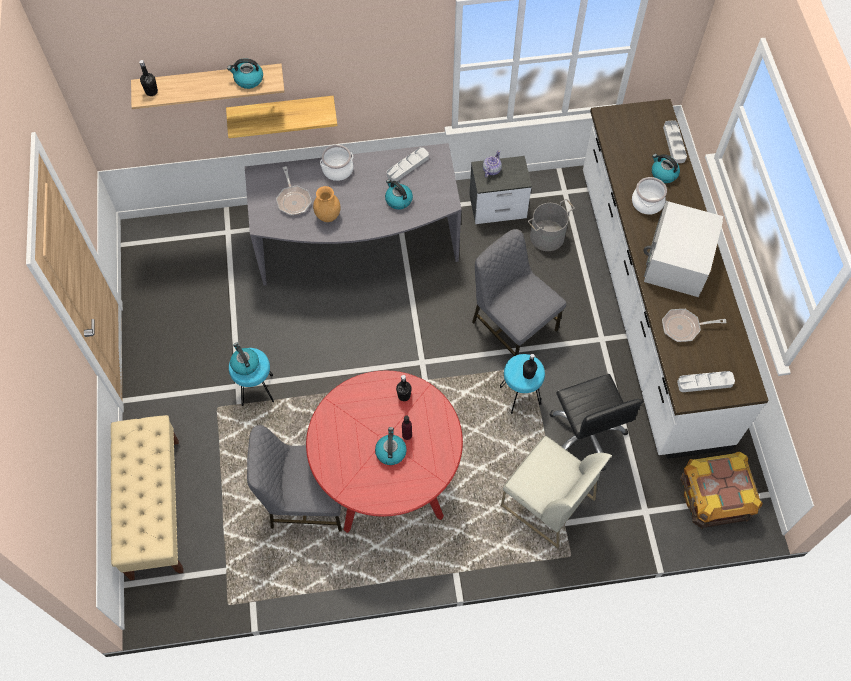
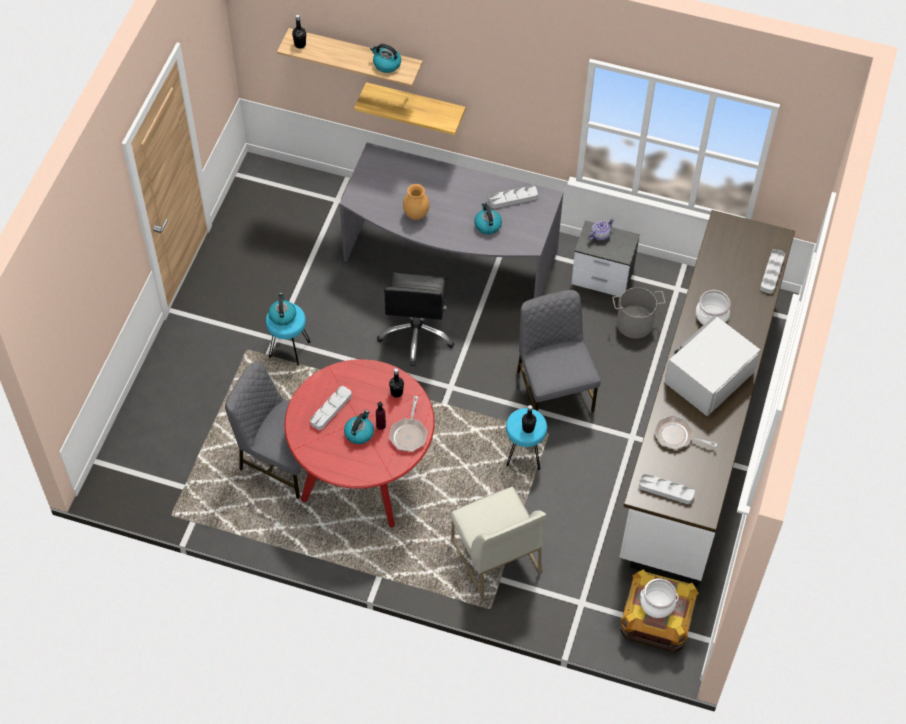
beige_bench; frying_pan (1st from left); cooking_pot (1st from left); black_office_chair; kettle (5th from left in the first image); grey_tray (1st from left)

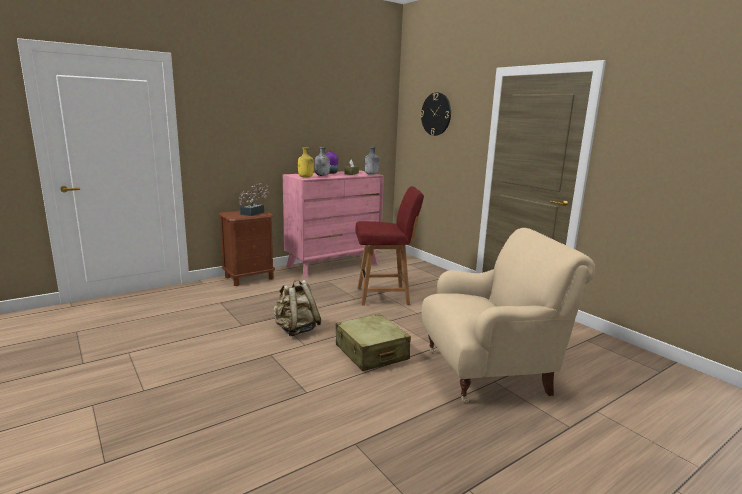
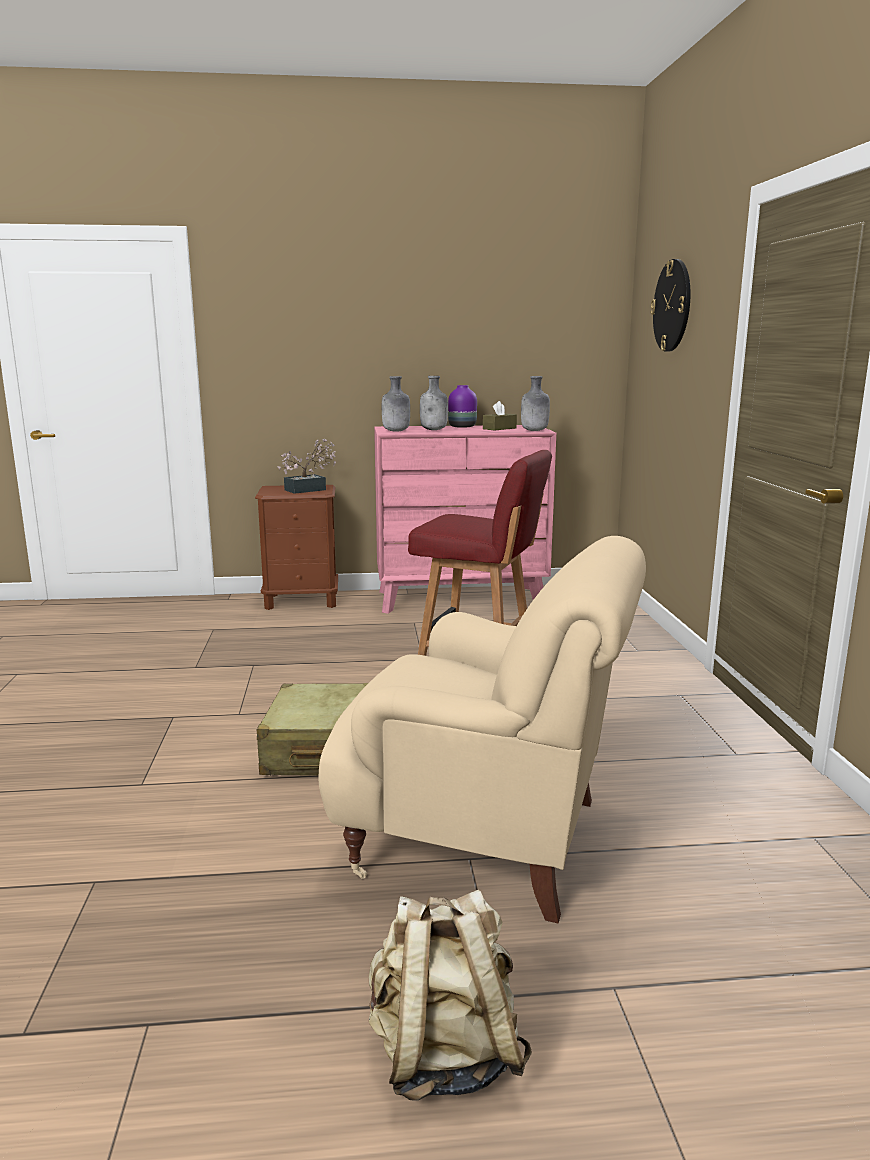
beige_backpack; grey_bottle (1st from left)

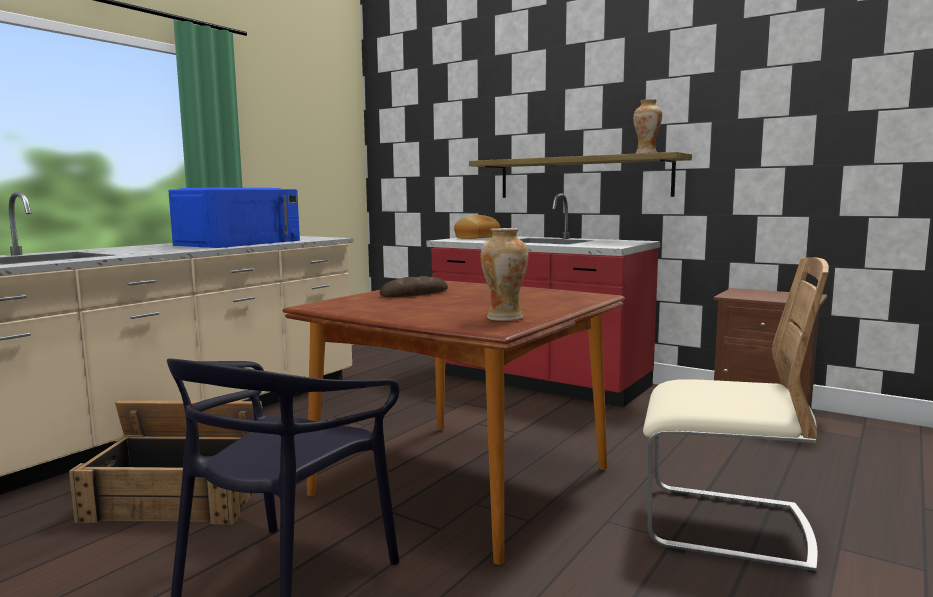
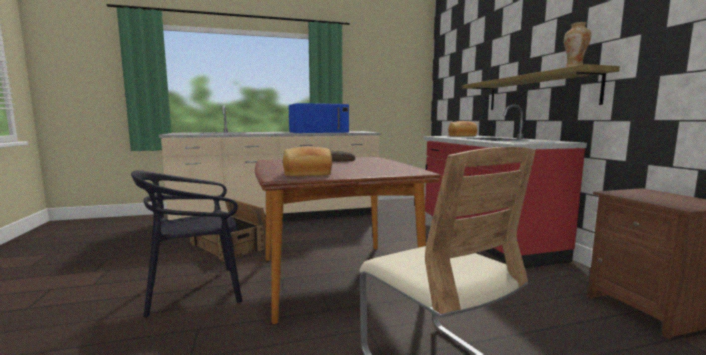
bread (1st from left)

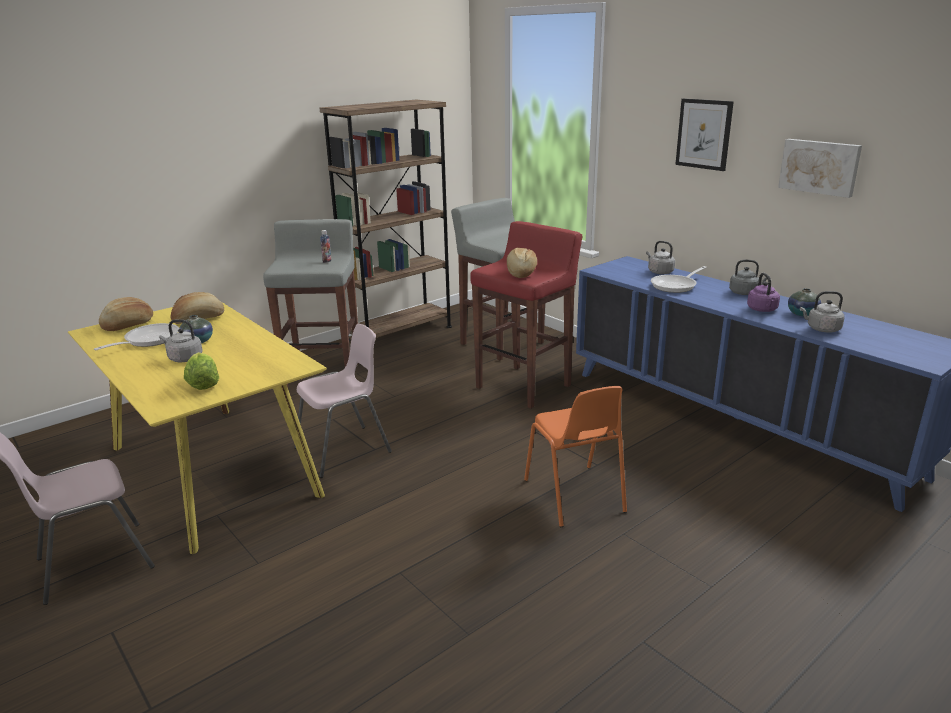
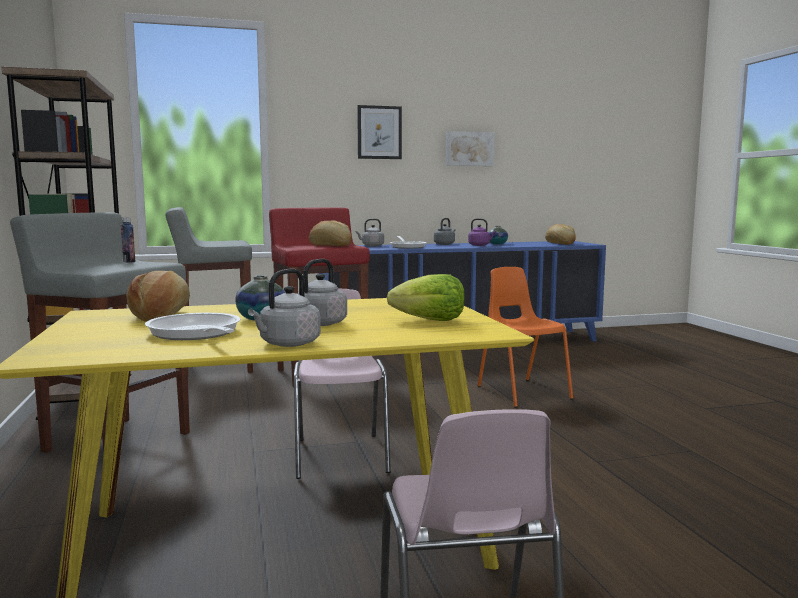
bread (3rd from left); orange_chair; grey_kettle (1st from left)

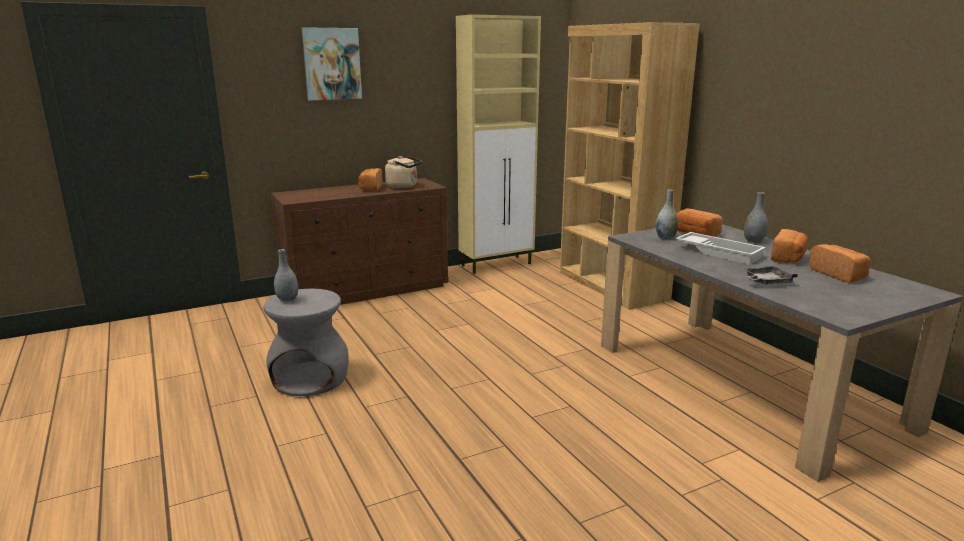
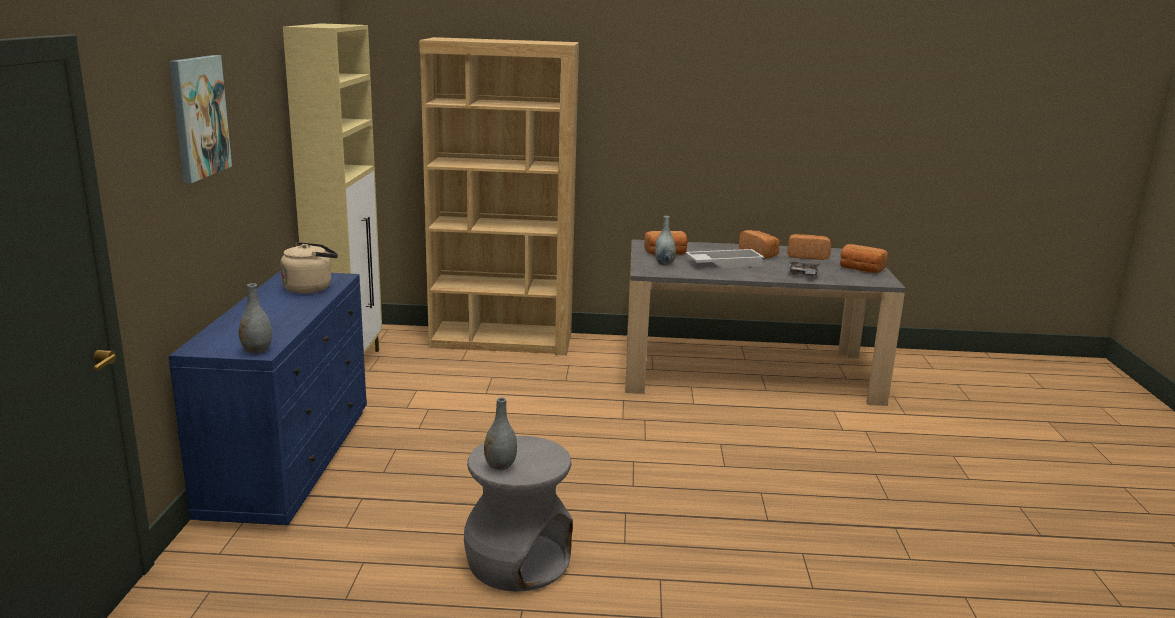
blue_dresser; bread (4th from left); grey_vase (1st from left)

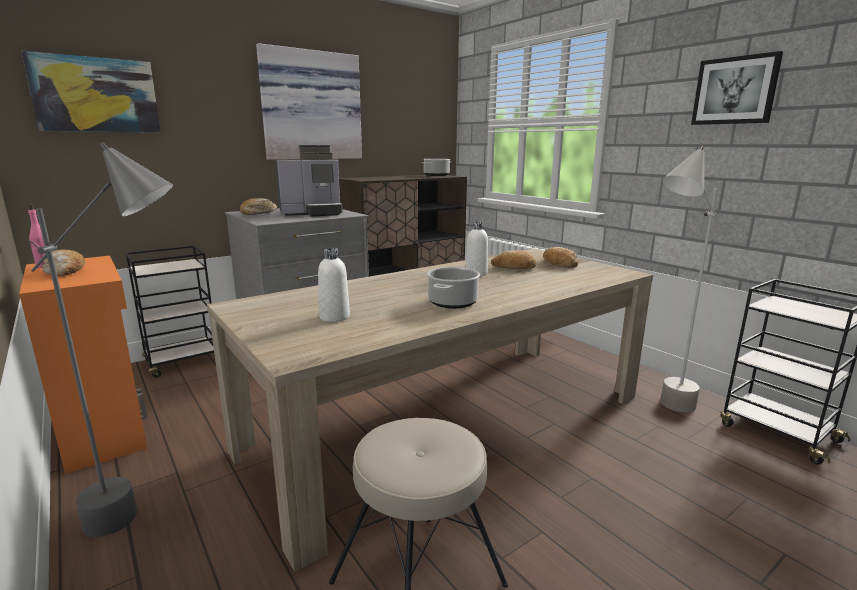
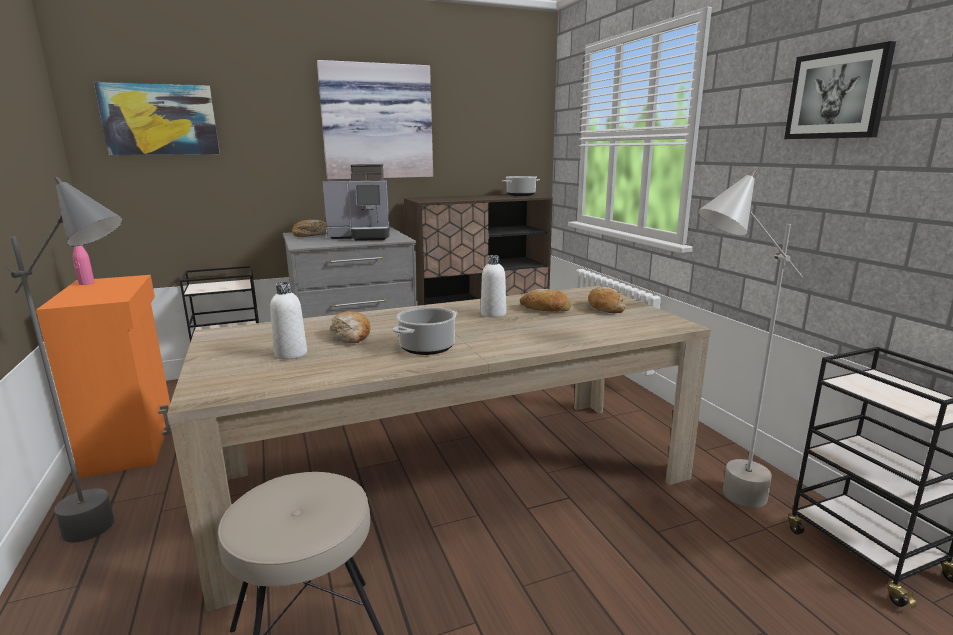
bread (2nd from left)

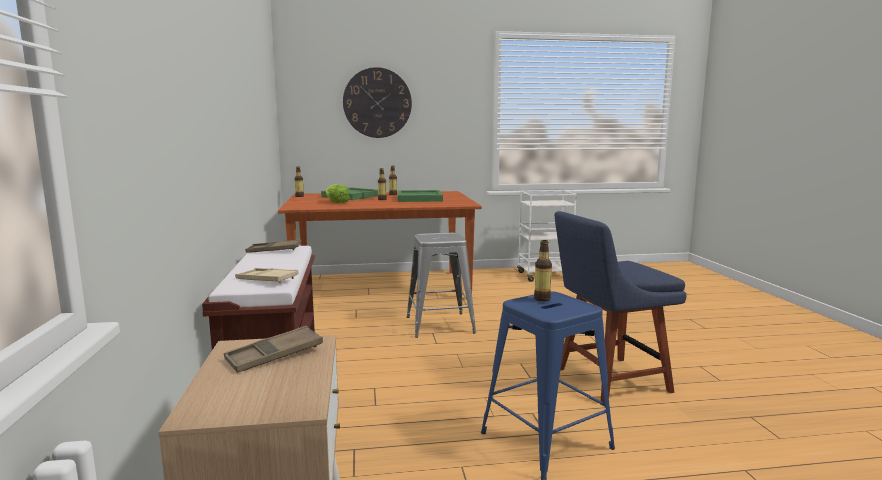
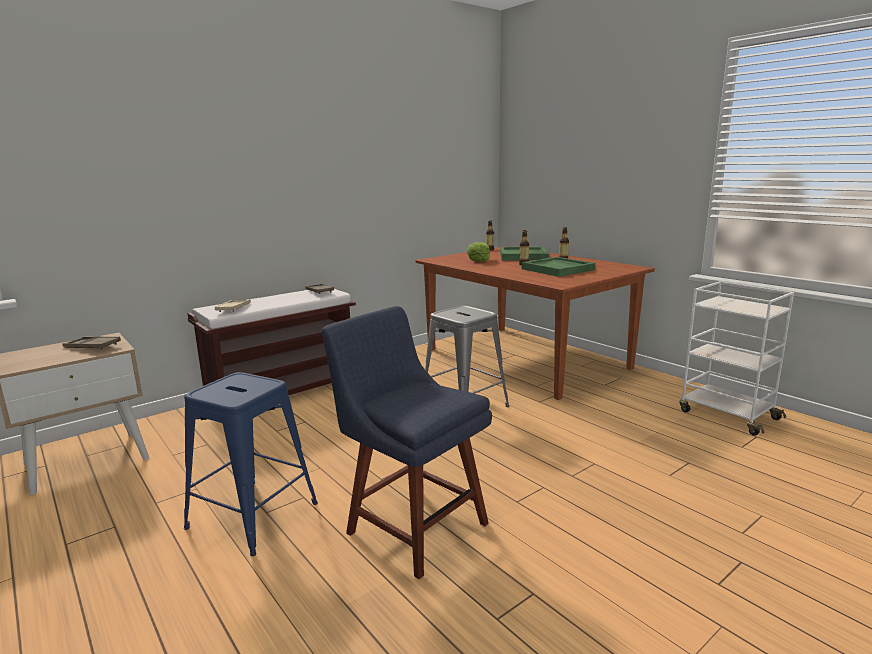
wall_clock; bottle (4th from left in the first image)

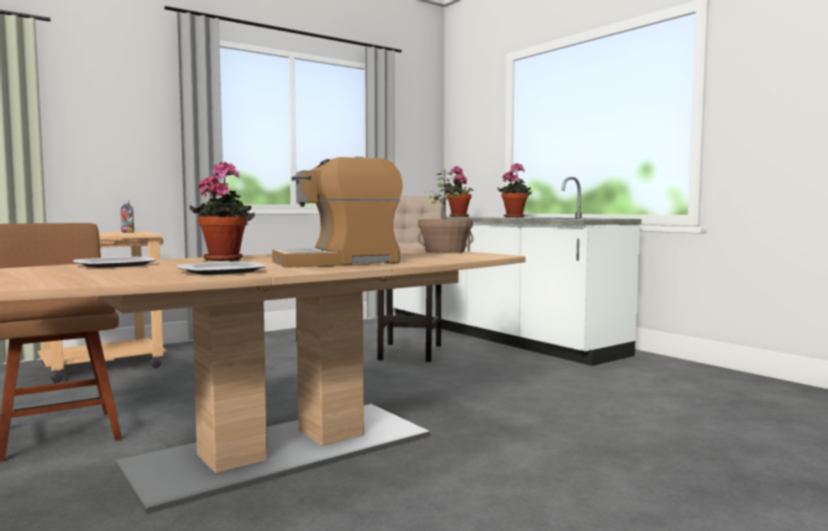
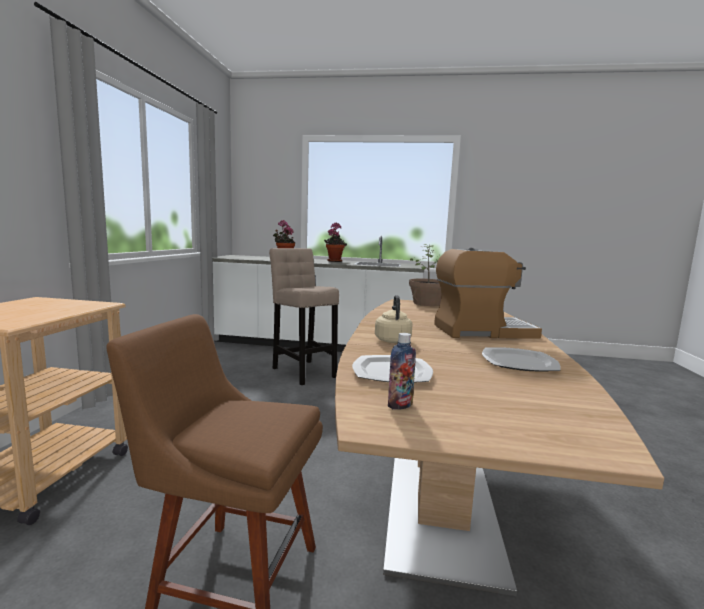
bottle; beige_kettle; coffee_machine

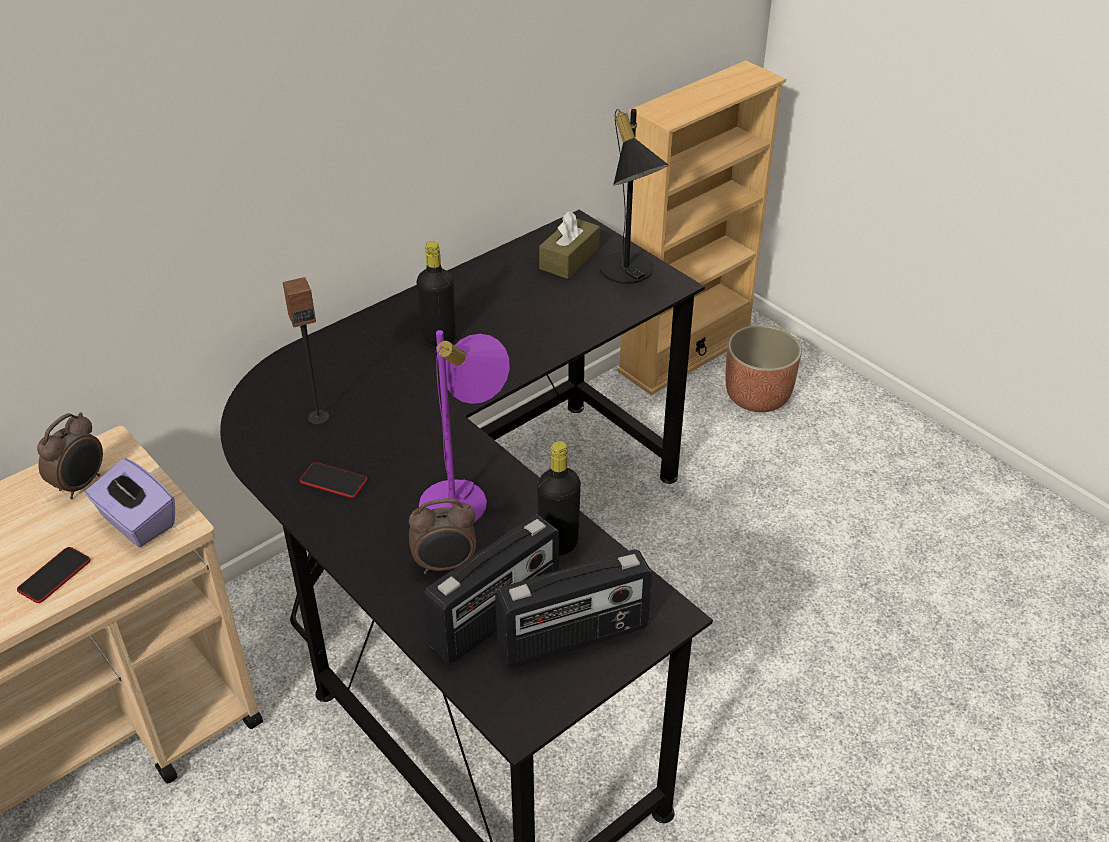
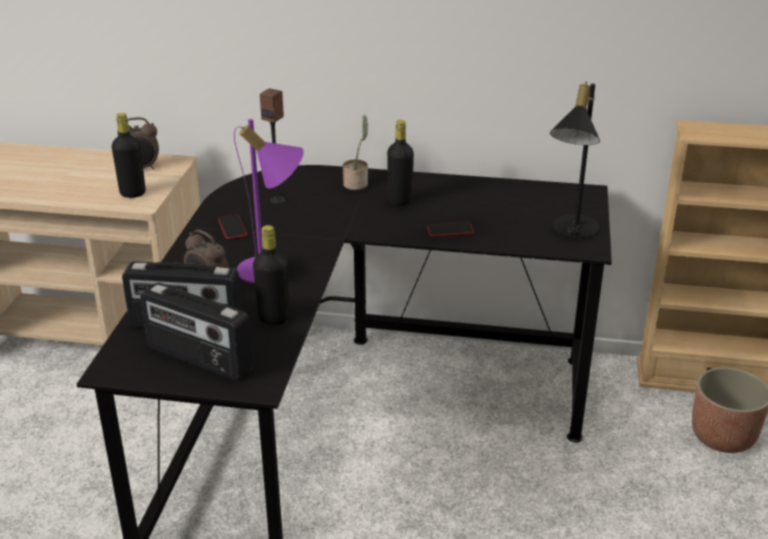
phone (2nd from left); black_bottle (1st from left); brown_tissue_box; potted_plant

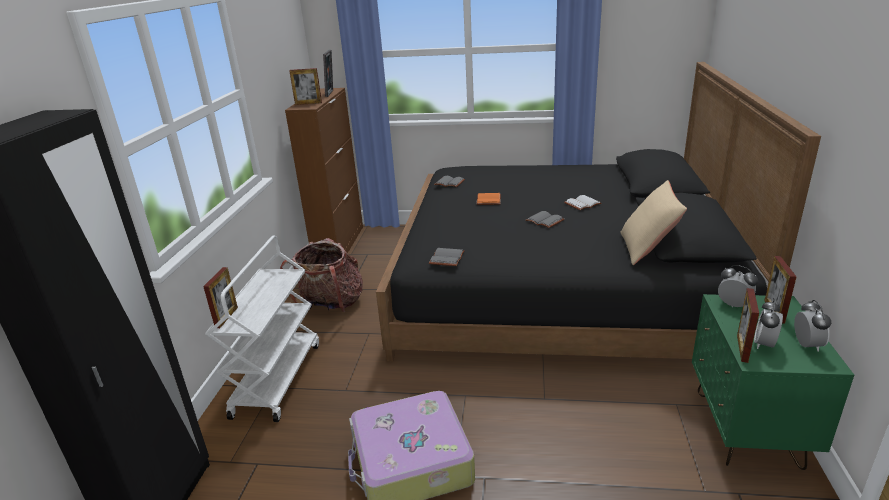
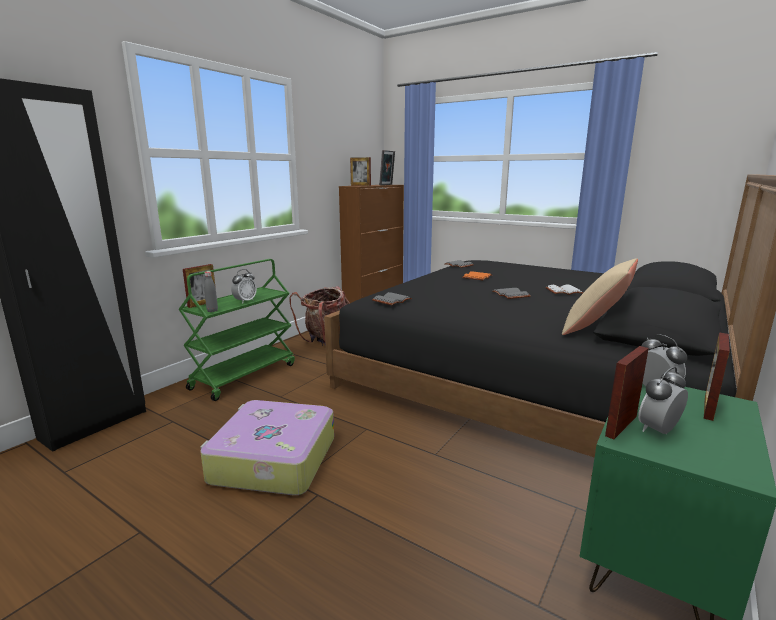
green_cart; alarm_clock (1st from left); grey_bottle

